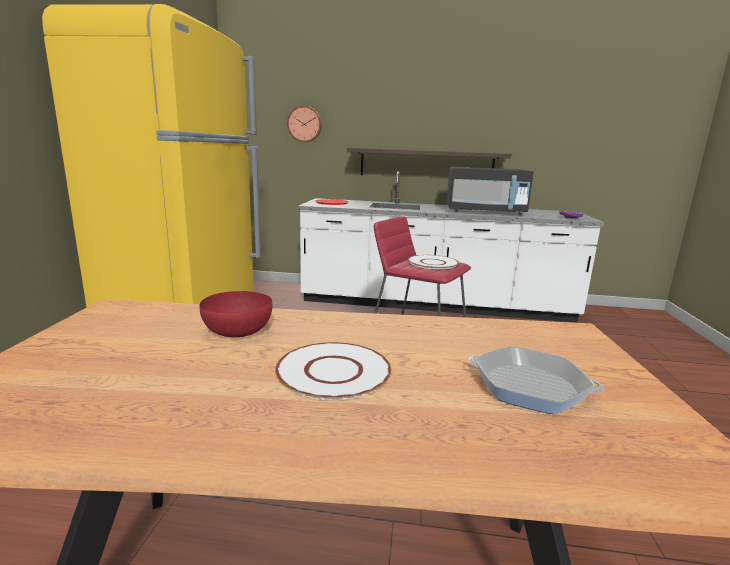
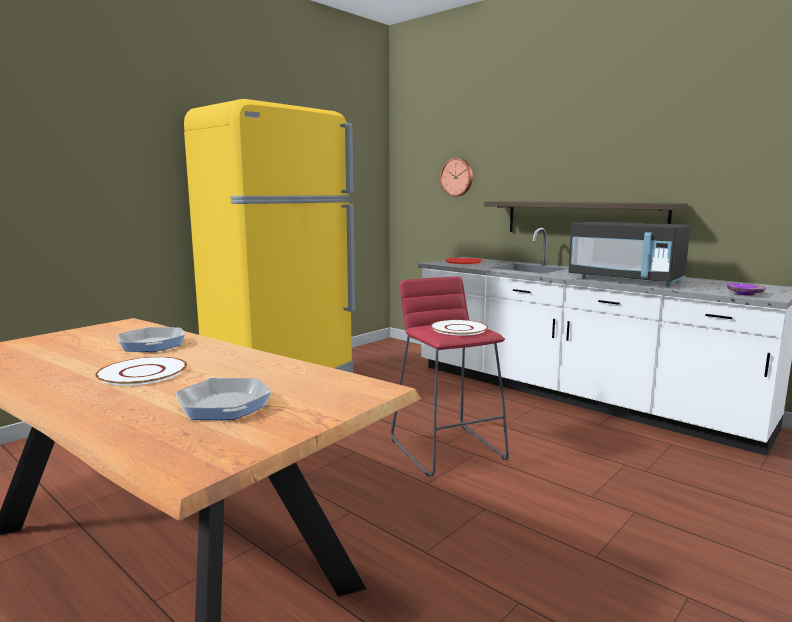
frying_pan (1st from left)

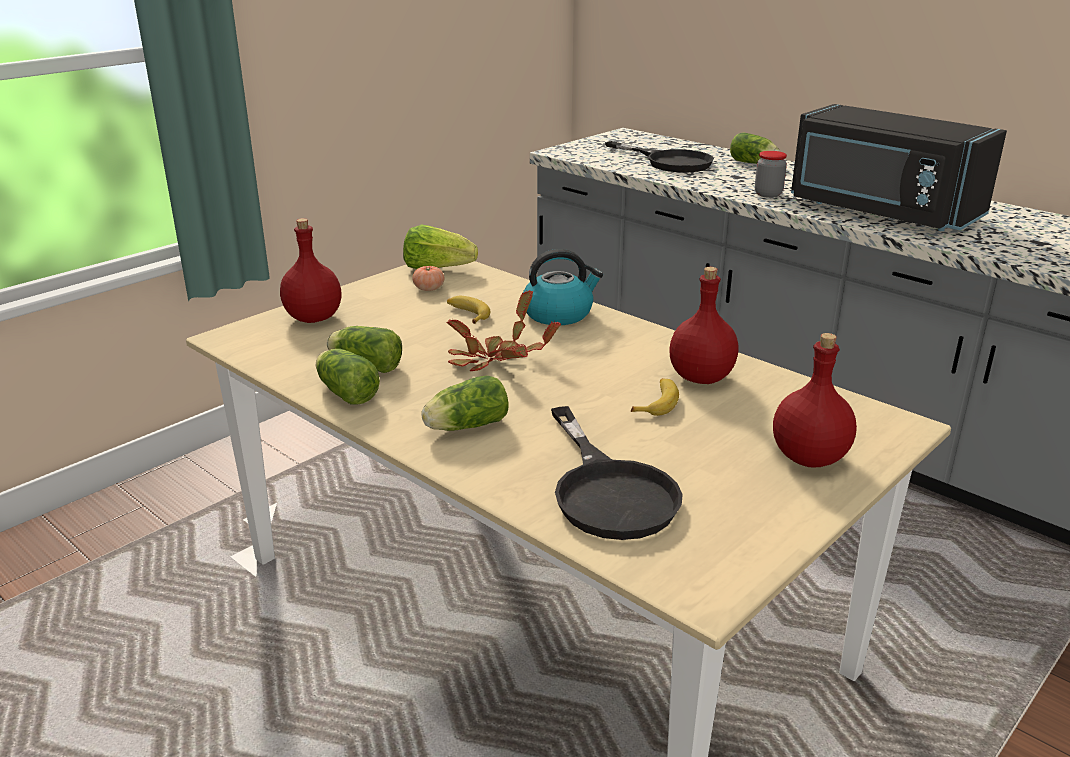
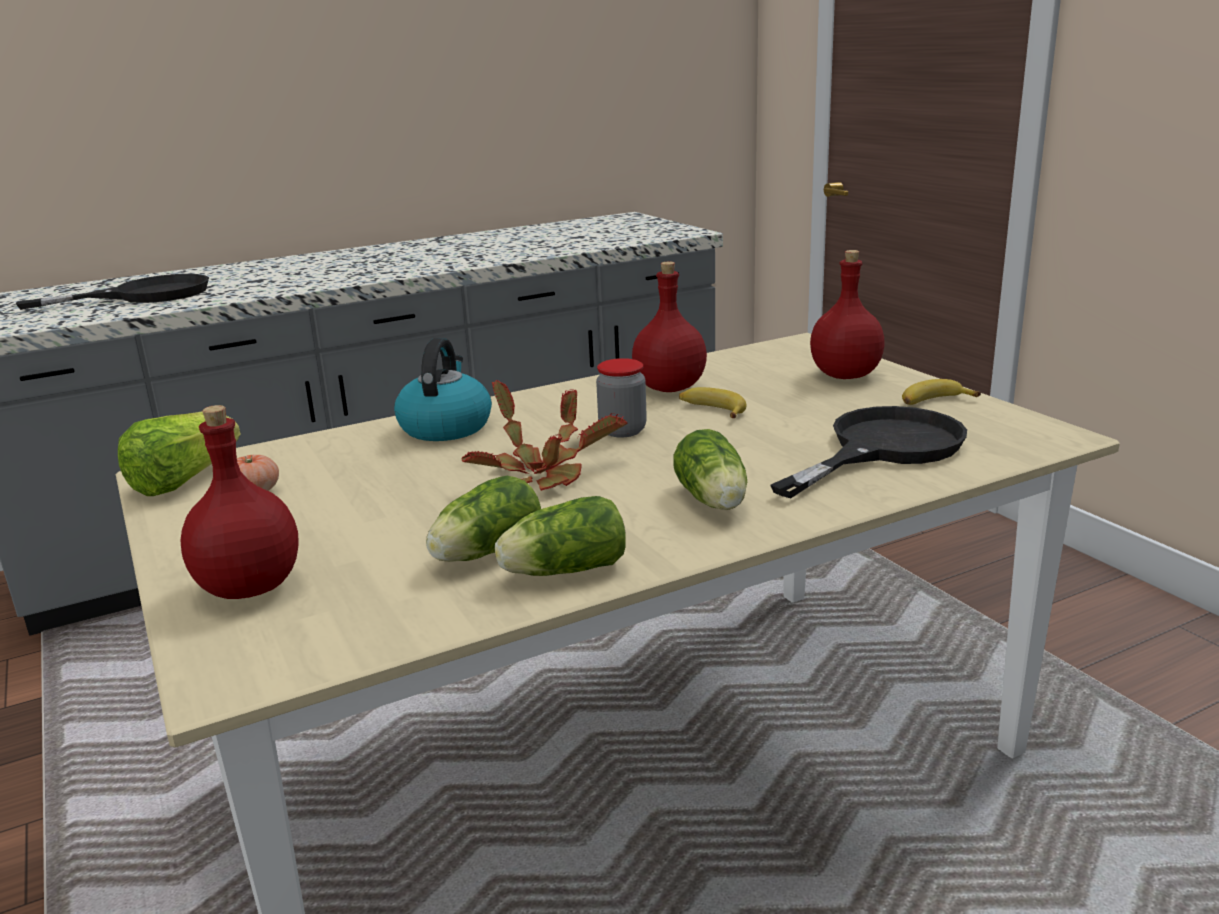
banana (2nd from left); black_frying_pan (2nd from left); lettuce (5th from left in the first image); jar; black_microwave

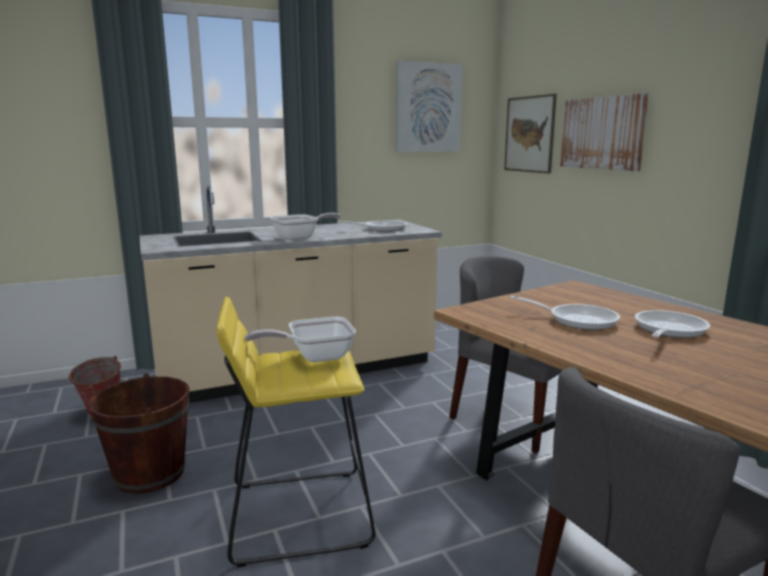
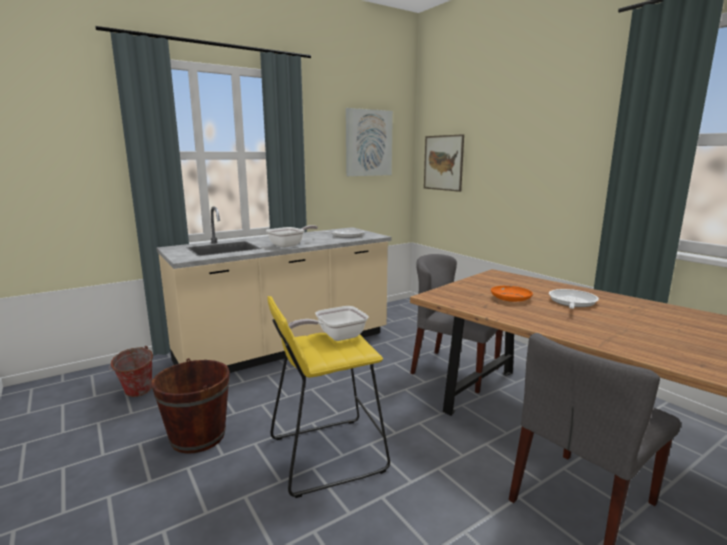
orange_plate; picture (3rd from left in the first image)

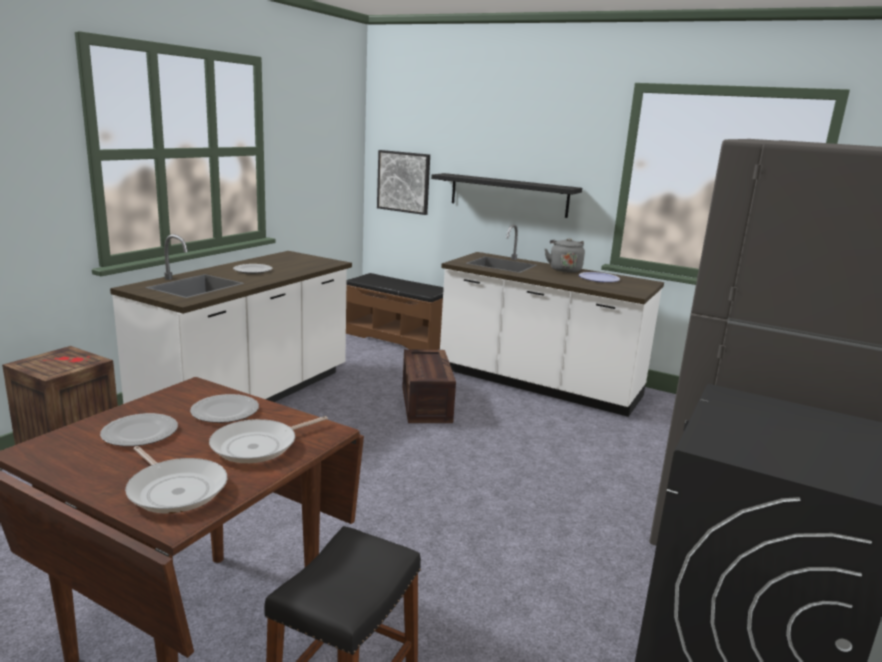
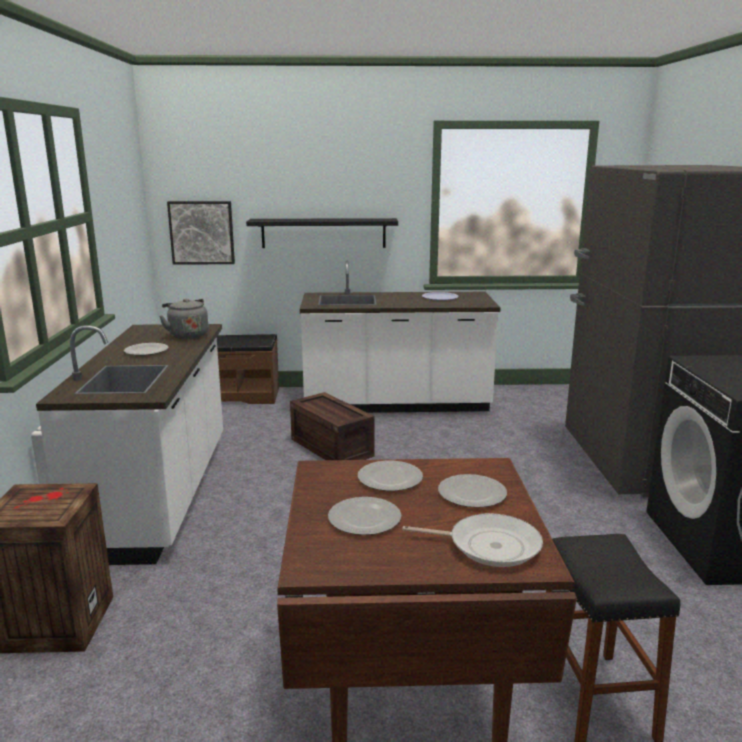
plate (5th from left); grey_kettle

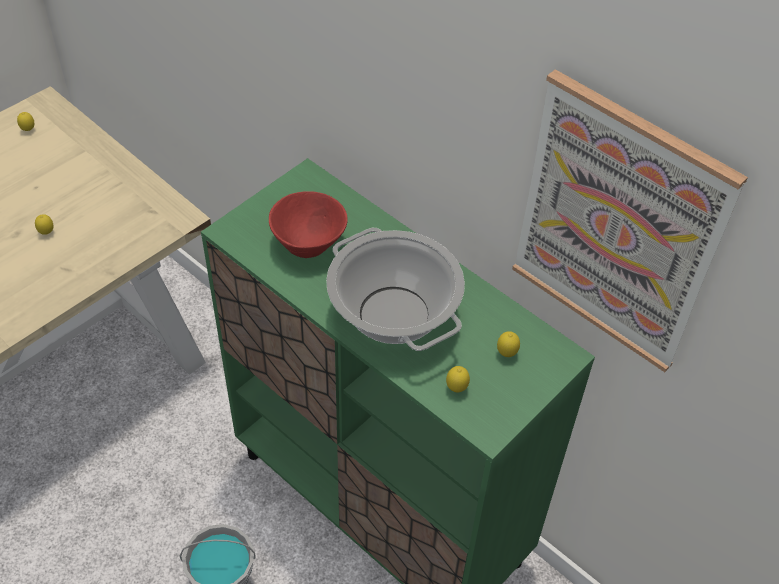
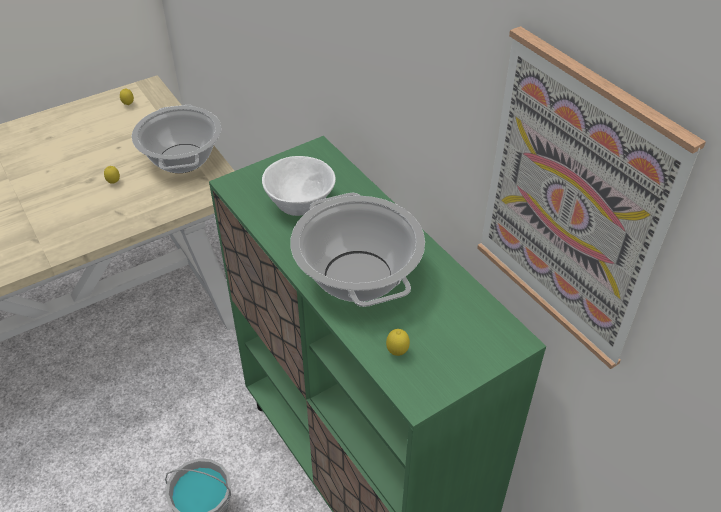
white_bowl; lemon (4th from left in the first image); cooking_pot (1st from left)

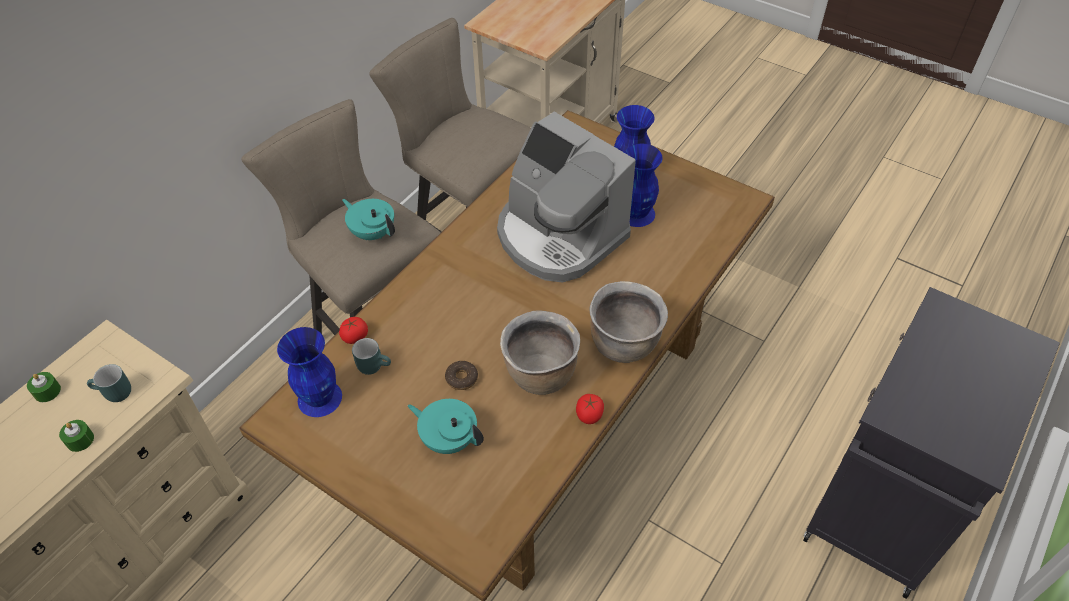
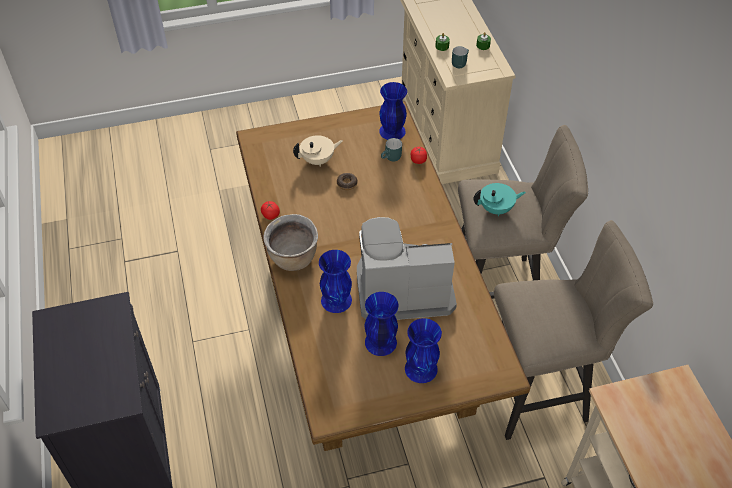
beige_teapot; brown_cooking_pot (1st from left in the first image); blue_vase (1st from left)

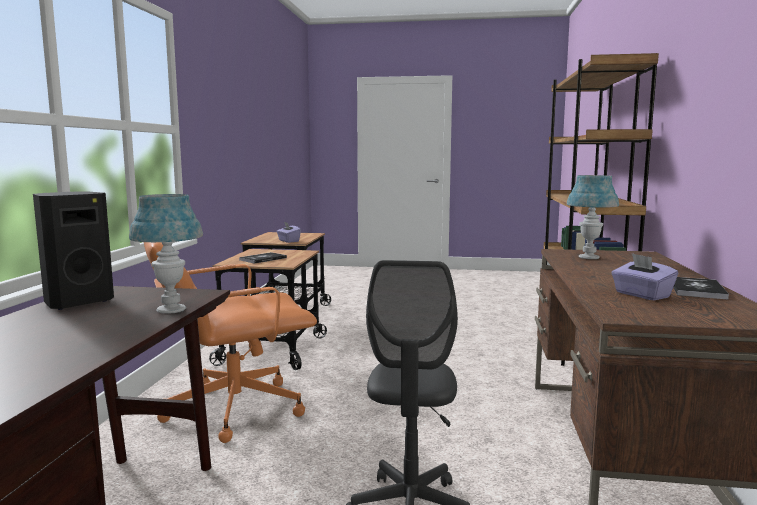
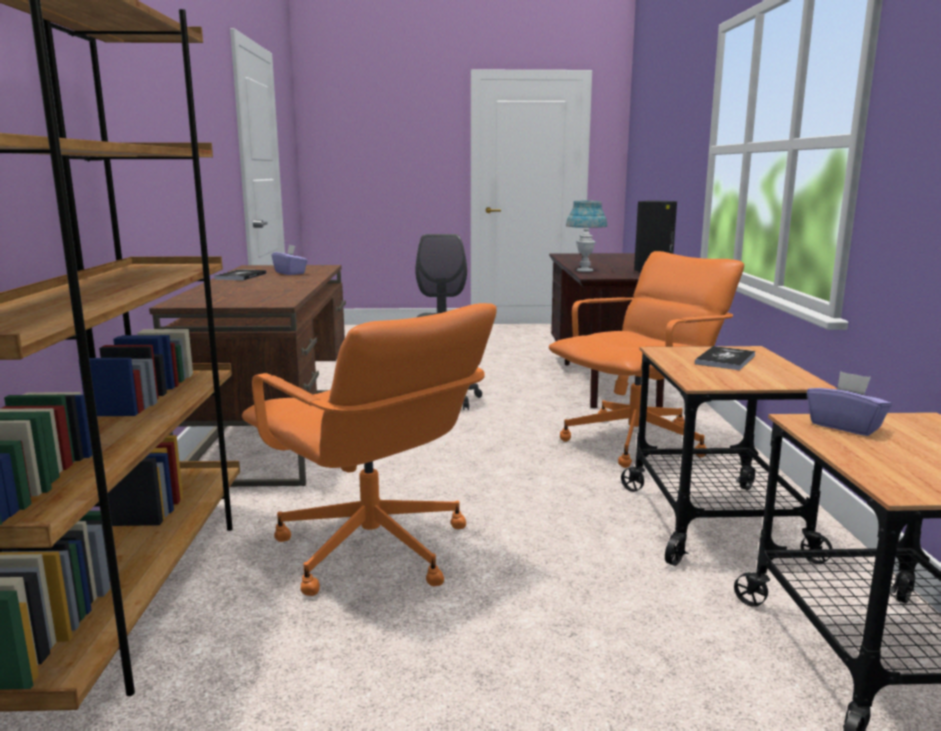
blue_table_lamp (2nd from left in the first image); orange_office_chair (1st from left)

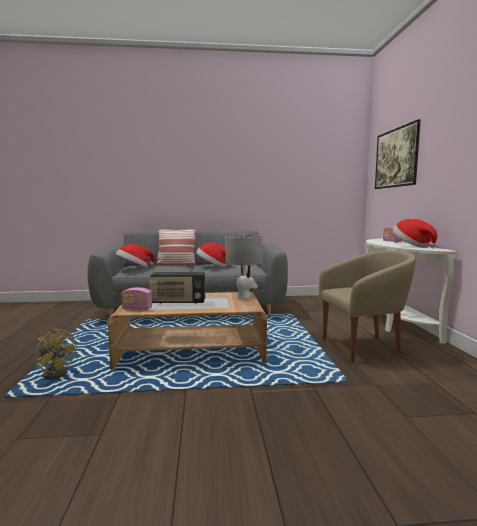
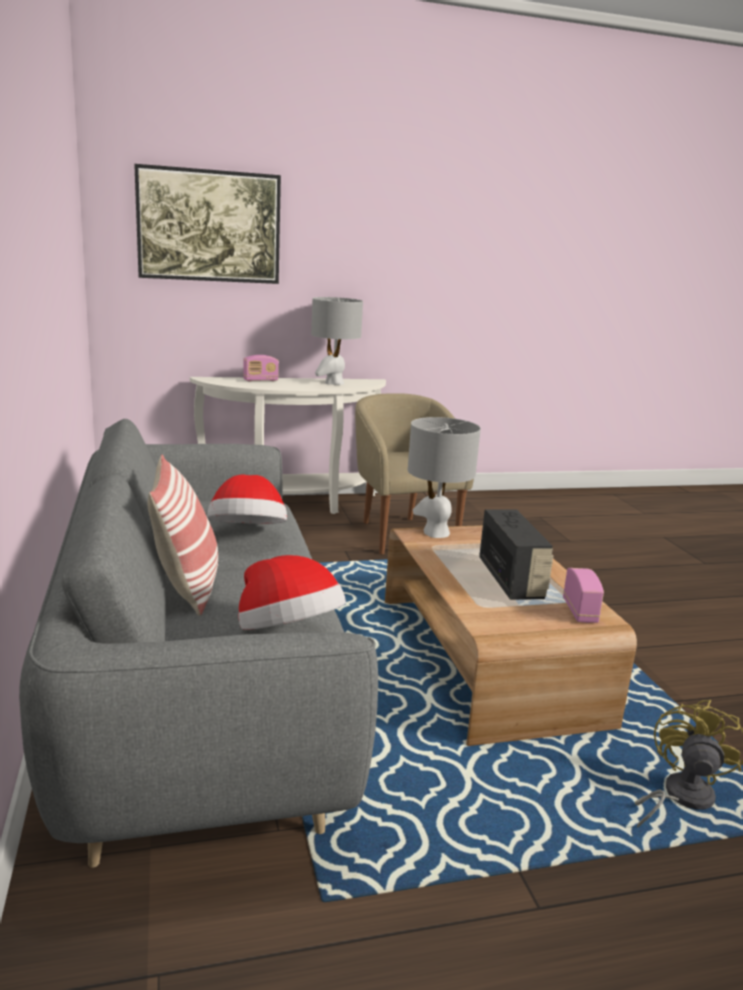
grey_table_lamp (1st from left)

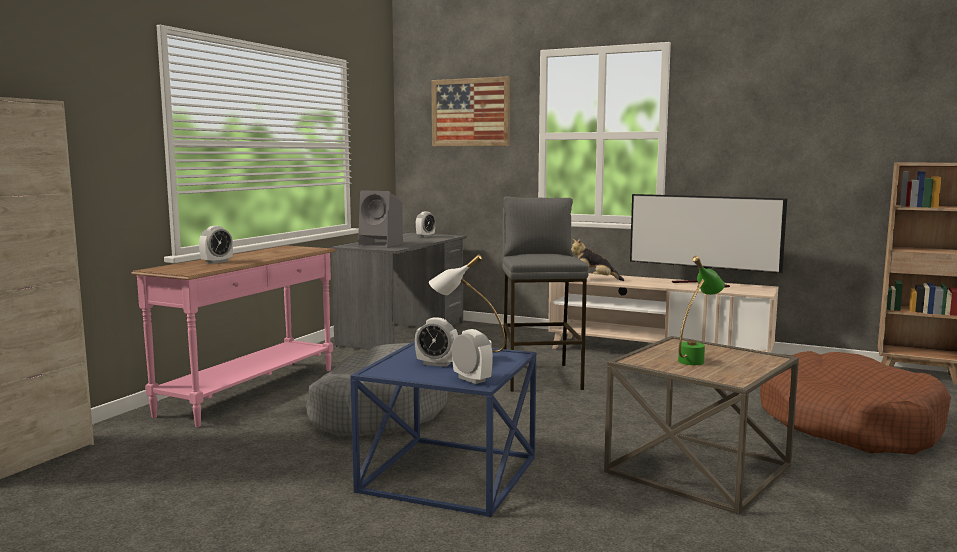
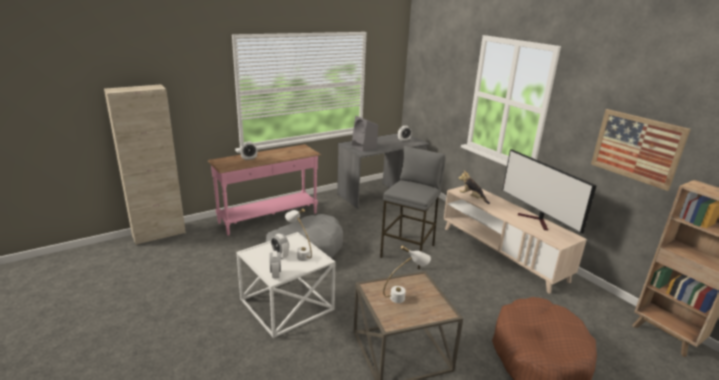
white_side_table; picture; white_table_lamp (2nd from left)

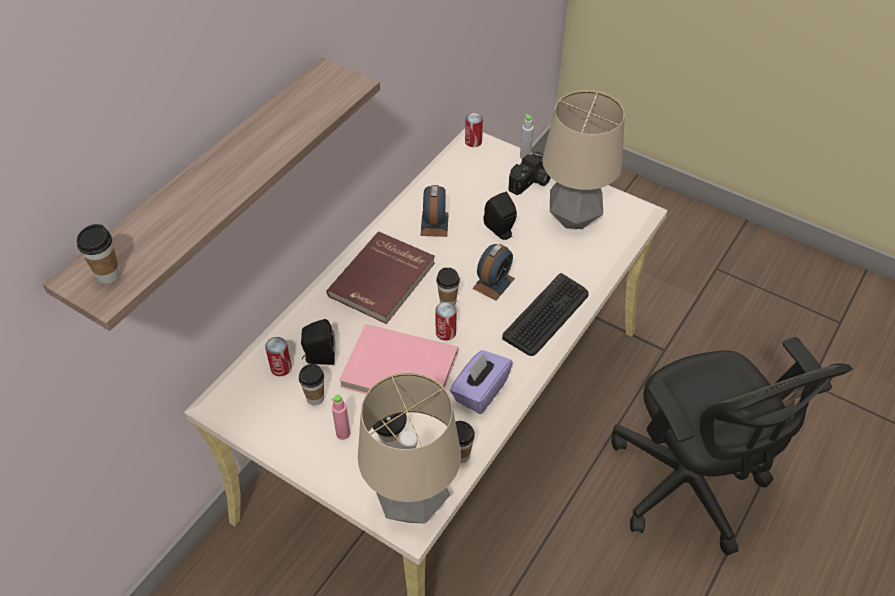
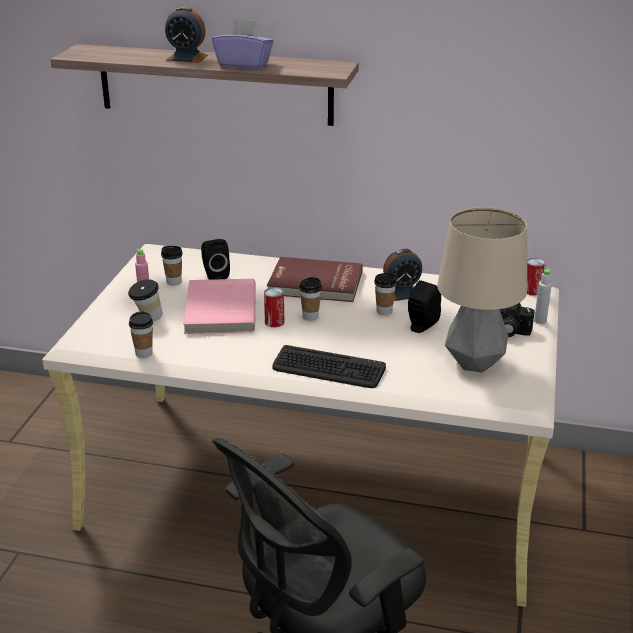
cup (5th from left); can (1st from left in the first image); table_lamp (1st from left in the first image); purple_tissue_box; alarm_clock (1st from left)

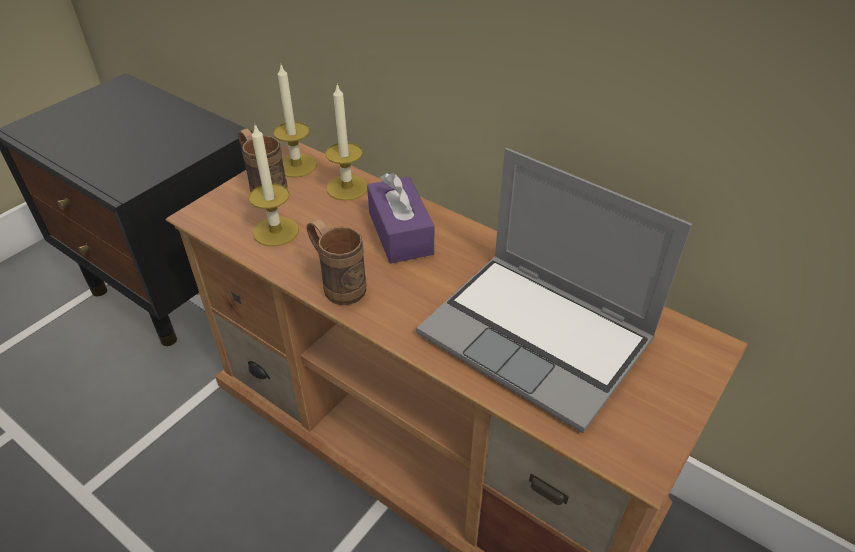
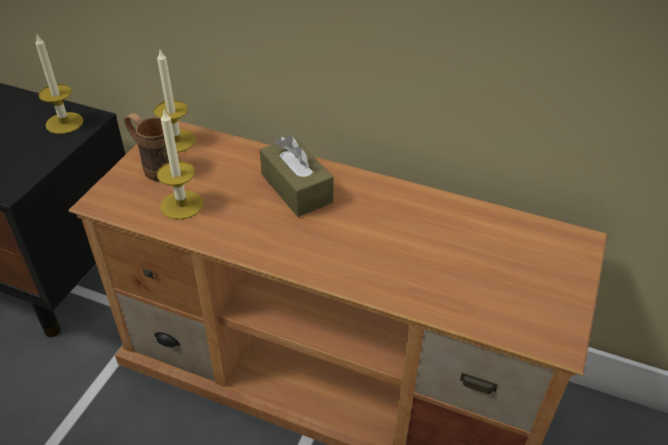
brown_mug (2nd from left in the first image); candle (1st from left); brown_tissue_box; laptop

